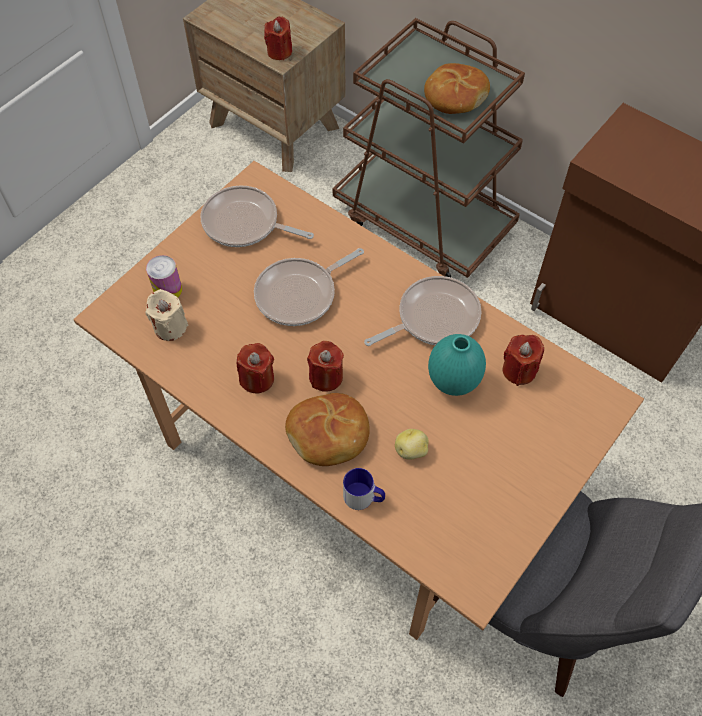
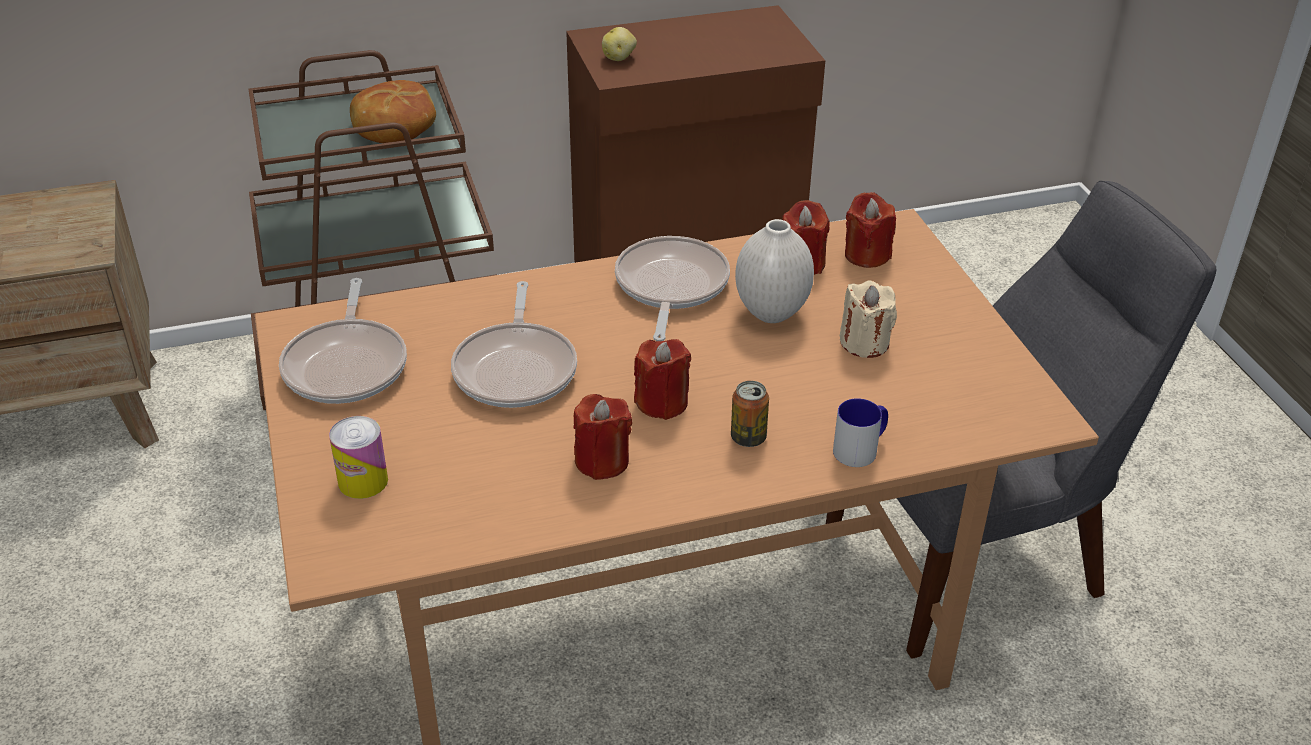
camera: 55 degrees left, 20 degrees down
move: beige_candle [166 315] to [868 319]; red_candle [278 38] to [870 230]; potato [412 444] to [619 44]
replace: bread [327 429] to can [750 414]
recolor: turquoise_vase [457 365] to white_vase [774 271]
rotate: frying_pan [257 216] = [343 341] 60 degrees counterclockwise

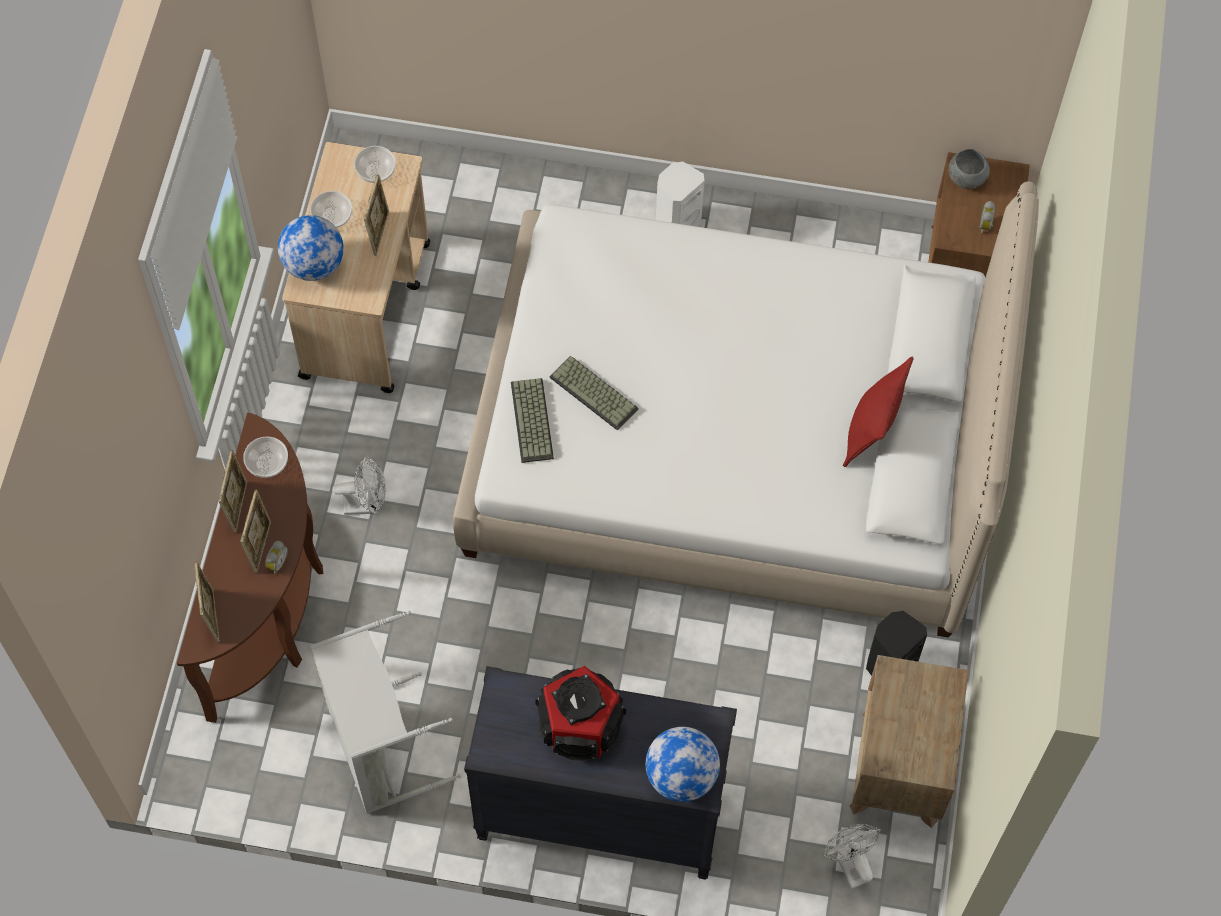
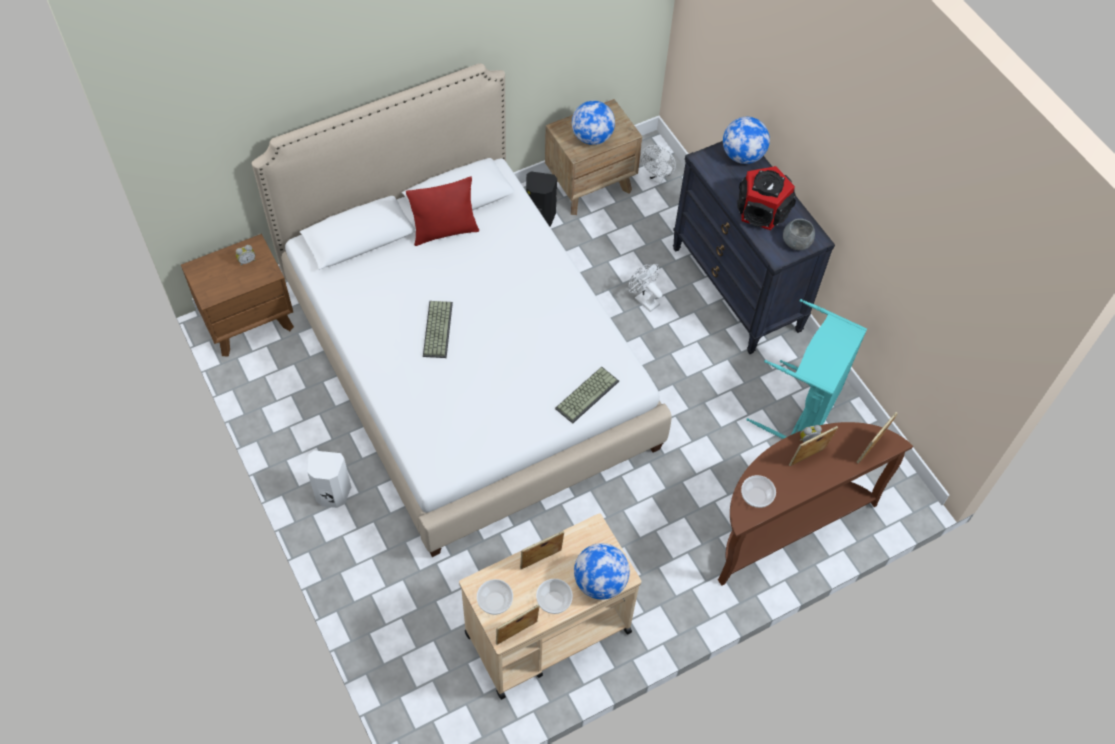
camera: 130 degrees left, 5 degrees down
insert: globe [593 123]
move: picture_frame [233 491] to [518 624]; white_fan [359 486] to [645 288]; keyboard [594 393] to [438 329]; grey_bowl [969 169] to [799 234]
recolor: grey_laundry_basket [385 712] to turquoise_laundry_basket [806 369]

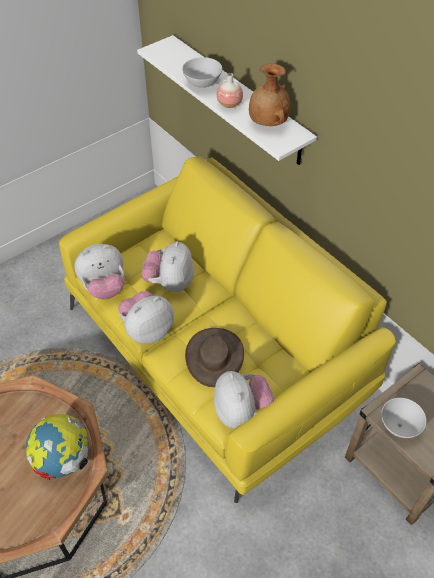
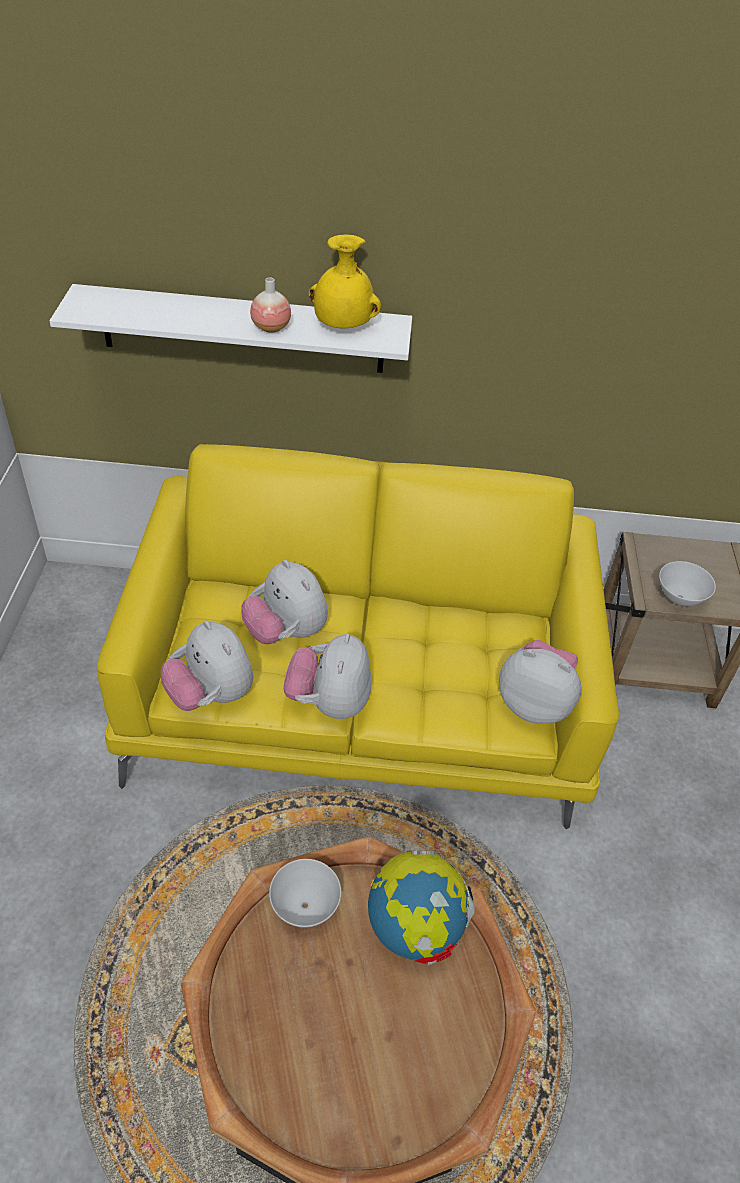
camera: 50 degrees left, 5 degrees down
delete: brown_hat [214 357]
move: white_bowl [202 72] to [305 893]
recolor: brown_vase [269 94] to yellow_vase [345 281]
rotate: plush_toy [99 271] = [207 666] 120 degrees clockwise

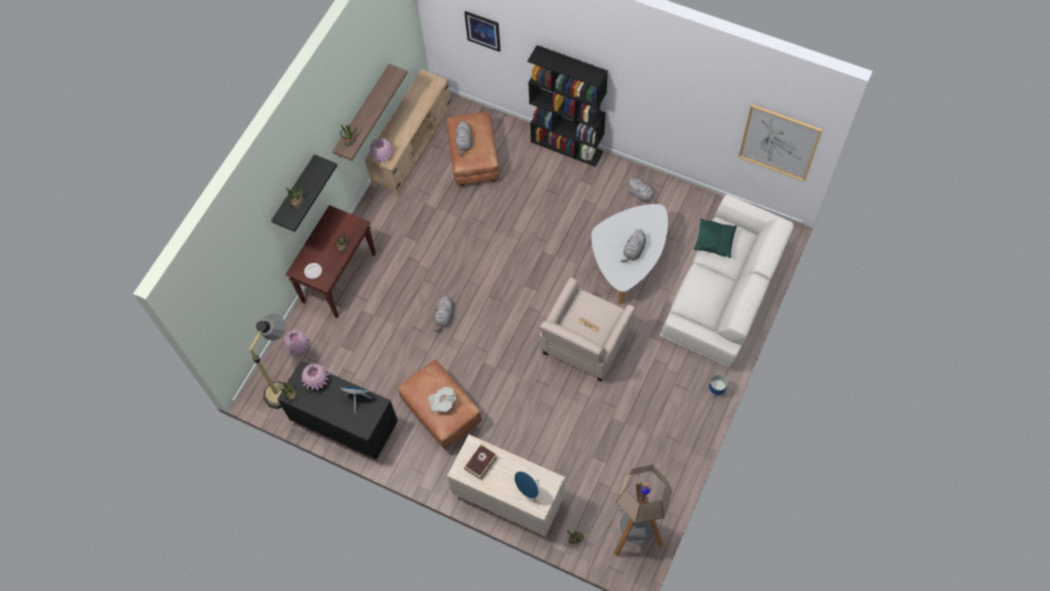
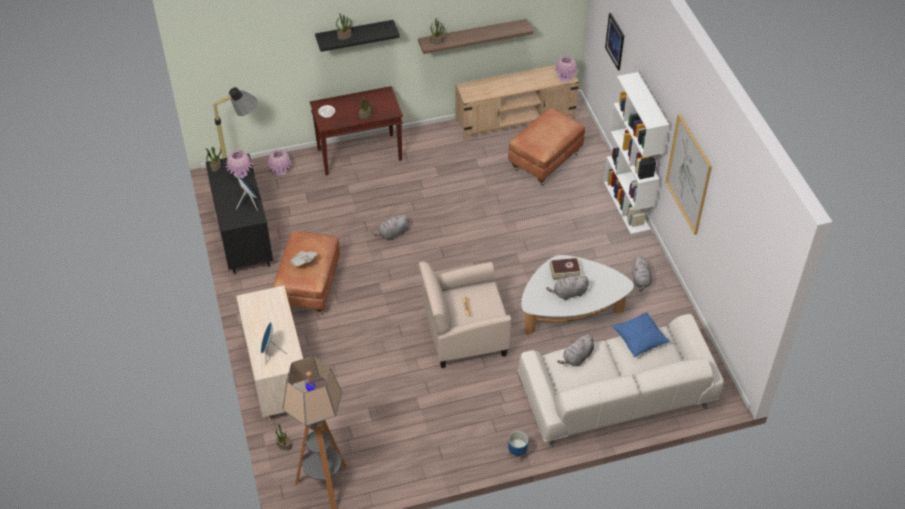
camera: 45 degrees right, 15 degrees down
move: pink_vase [381 149] to [566 69]; grey_plush_toy [464 138] to [575 350]; book [480 462] to [565 269]; picture [781 143] to [688 174]
recolor: black_bookcase [567 106] to white_bookcase [636 153]; green_pillow [715 238] to blue_pillow [641 334]

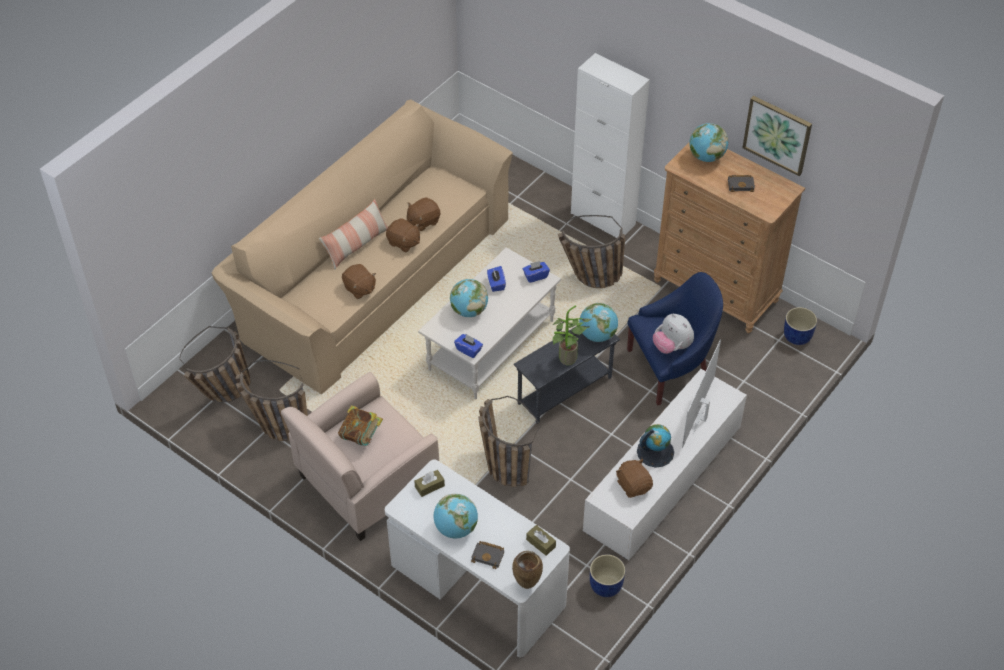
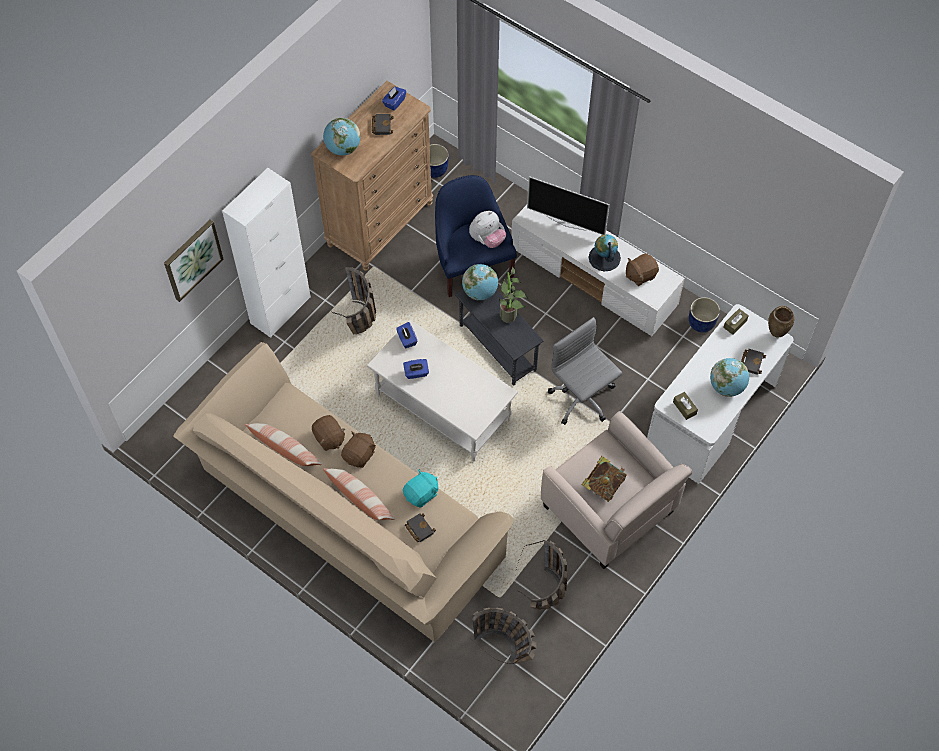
camera: 90 degrees left, 10 degrees up
delete: globe [469 298]
insert: pillow [283 444]; black_book [420 527]
move: blue_tissue_box [468 346] to [394 99]; picture [777 136] to [194 261]
replace: basket [509 441] to grey_office_chair [585 371]
recolor: brown_plush_toy [359 281] to turquoise_plush_toy [420 488]

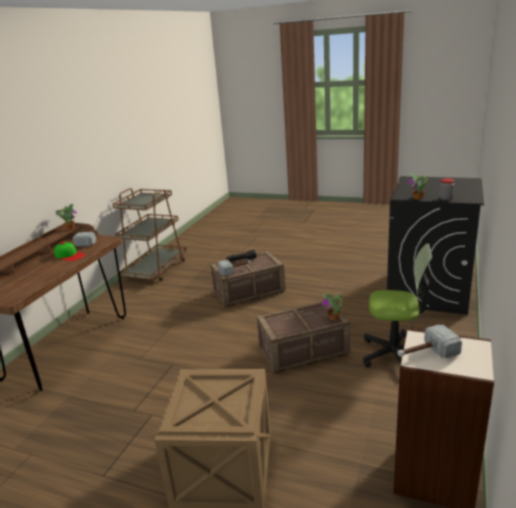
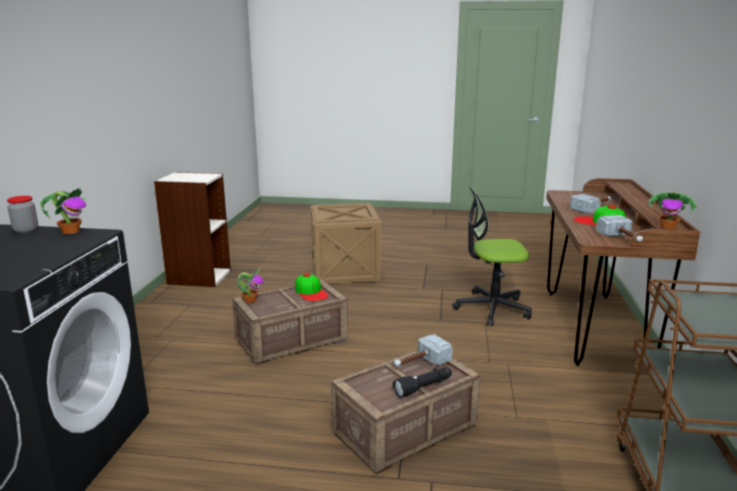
camera: 165 degrees right, 5 degrees down
insert: cap [312 287]
move: office_chair [397 305] to [492 255]; hammer [429 341] to [591 204]

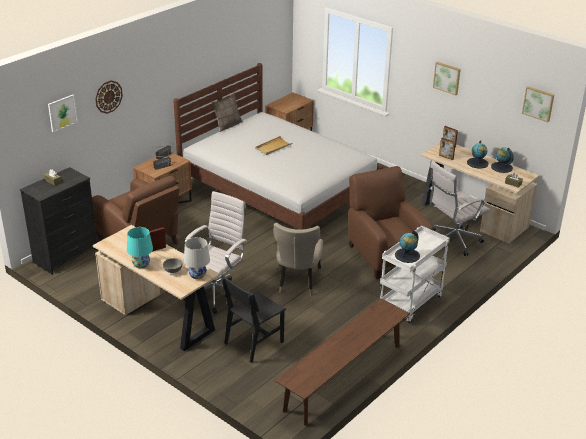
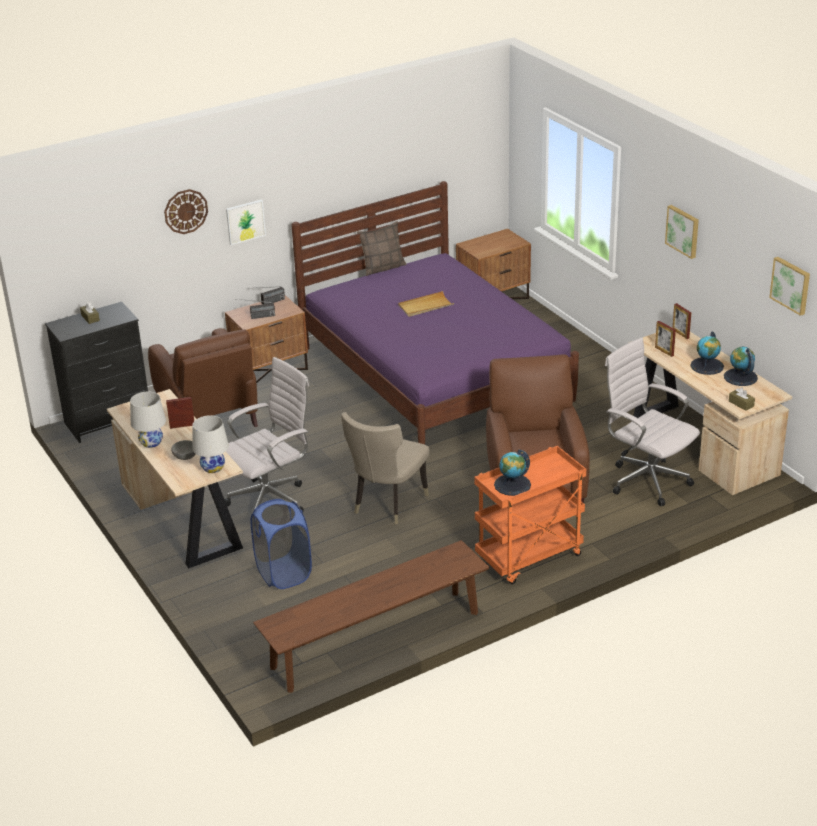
camera: 20 degrees right, 0 degrees up
move: picture [63 113] to [246 222]
replace: black_chair [253 318] to blue_laundry_basket [281 544]
recolor: turquoise_table_lamp [140 247] to white_table_lamp [148 419]; white_bed [278 146] to purple_bed [435 312]; white_cart [415 274] to orange_cart [530 515]
rotate: white_office_chair [459 208] = [652 421] 60 degrees clockwise

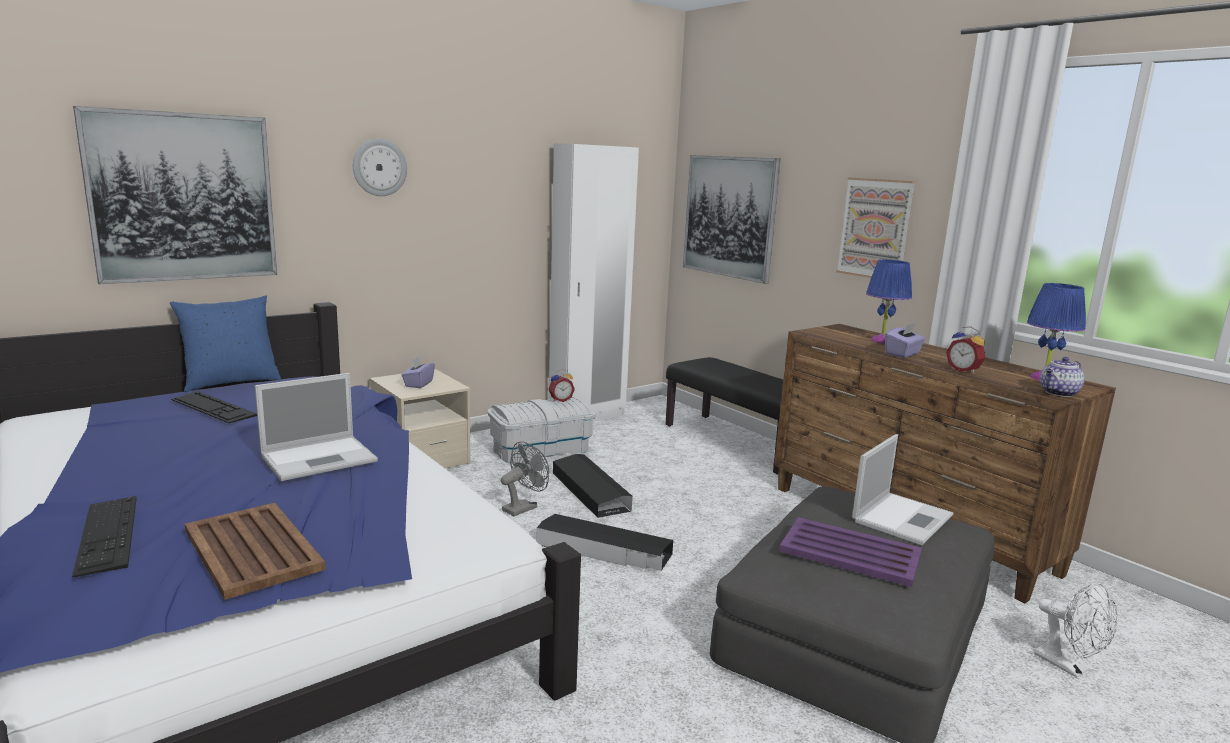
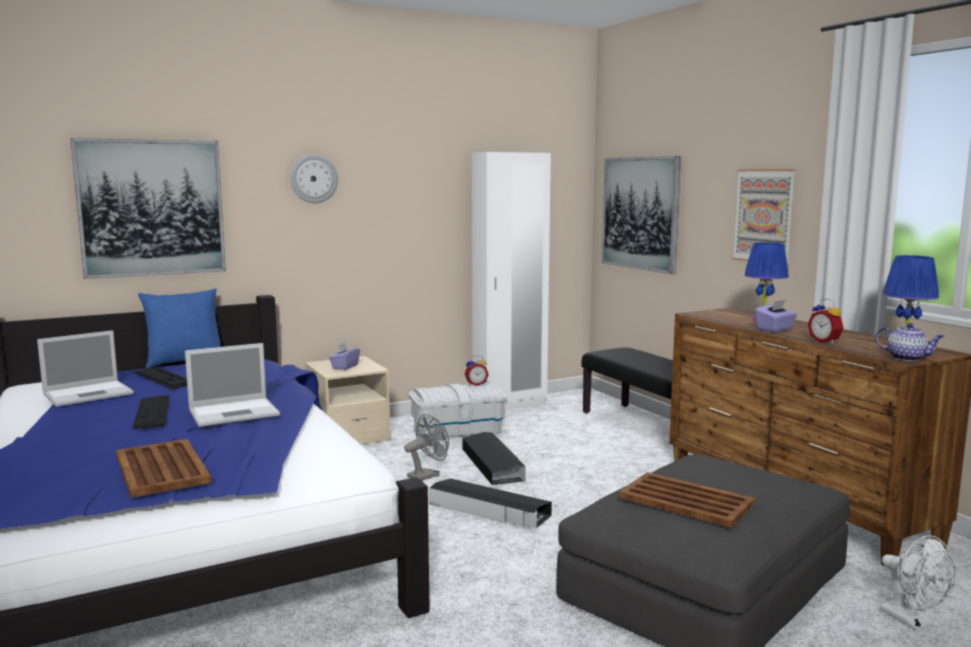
camera: 10 degrees right, 5 degrees down
move: keyboard [104 537] to [150 412]; laptop [903 489] to [85 368]
recolor: purple_tray [850 552] to brown_tray [686 500]
rotate: teapot [1062 377] = [909 342] 120 degrees counterclockwise

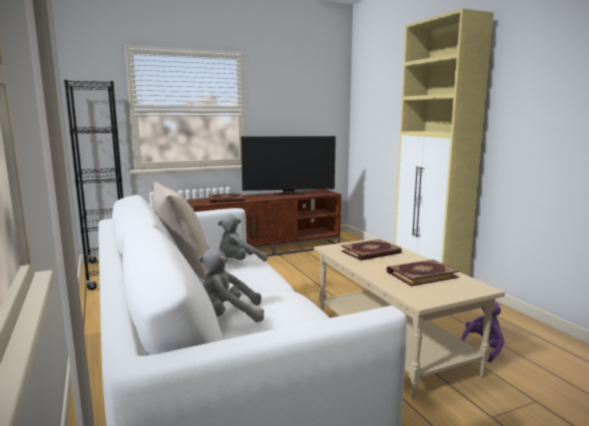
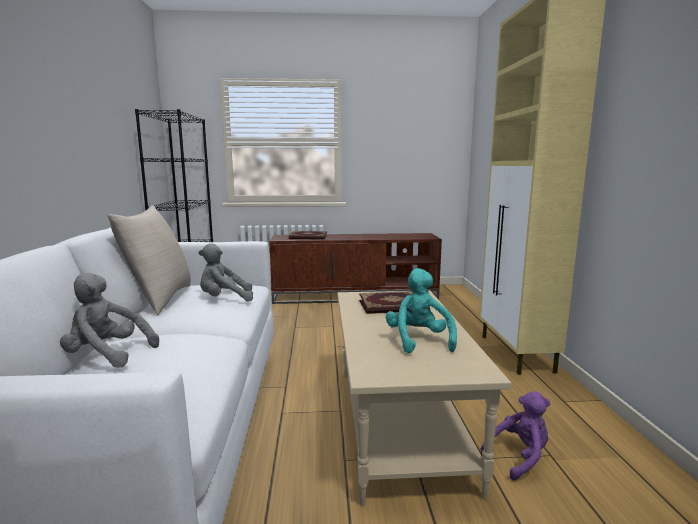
camera: 20 degrees right, 0 degrees up
delete: television [288 165]
replace: book [423 272] to turquoise_plush_toy [421 310]

